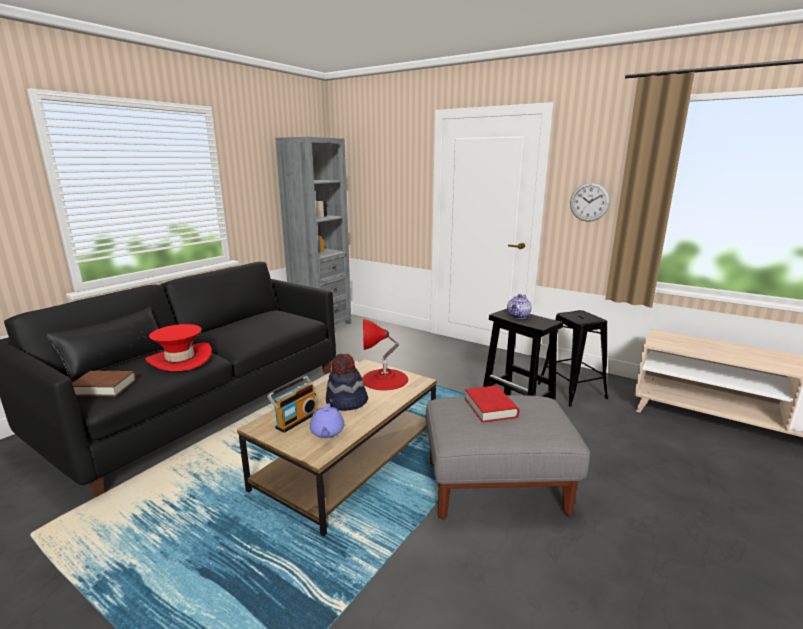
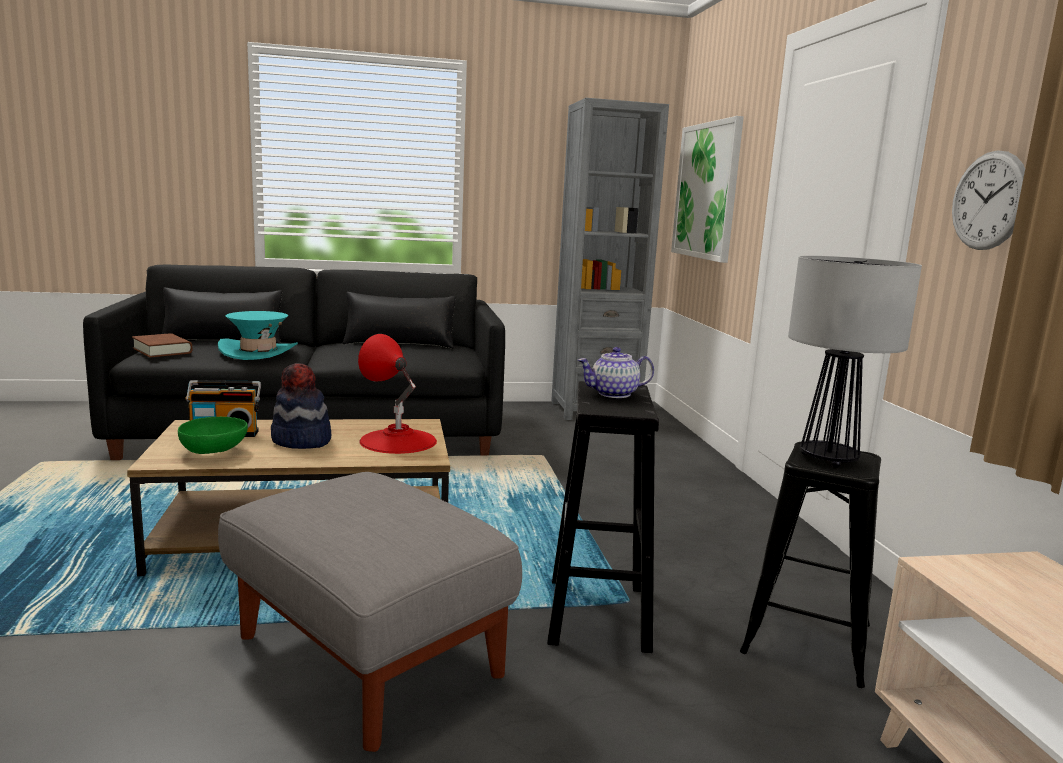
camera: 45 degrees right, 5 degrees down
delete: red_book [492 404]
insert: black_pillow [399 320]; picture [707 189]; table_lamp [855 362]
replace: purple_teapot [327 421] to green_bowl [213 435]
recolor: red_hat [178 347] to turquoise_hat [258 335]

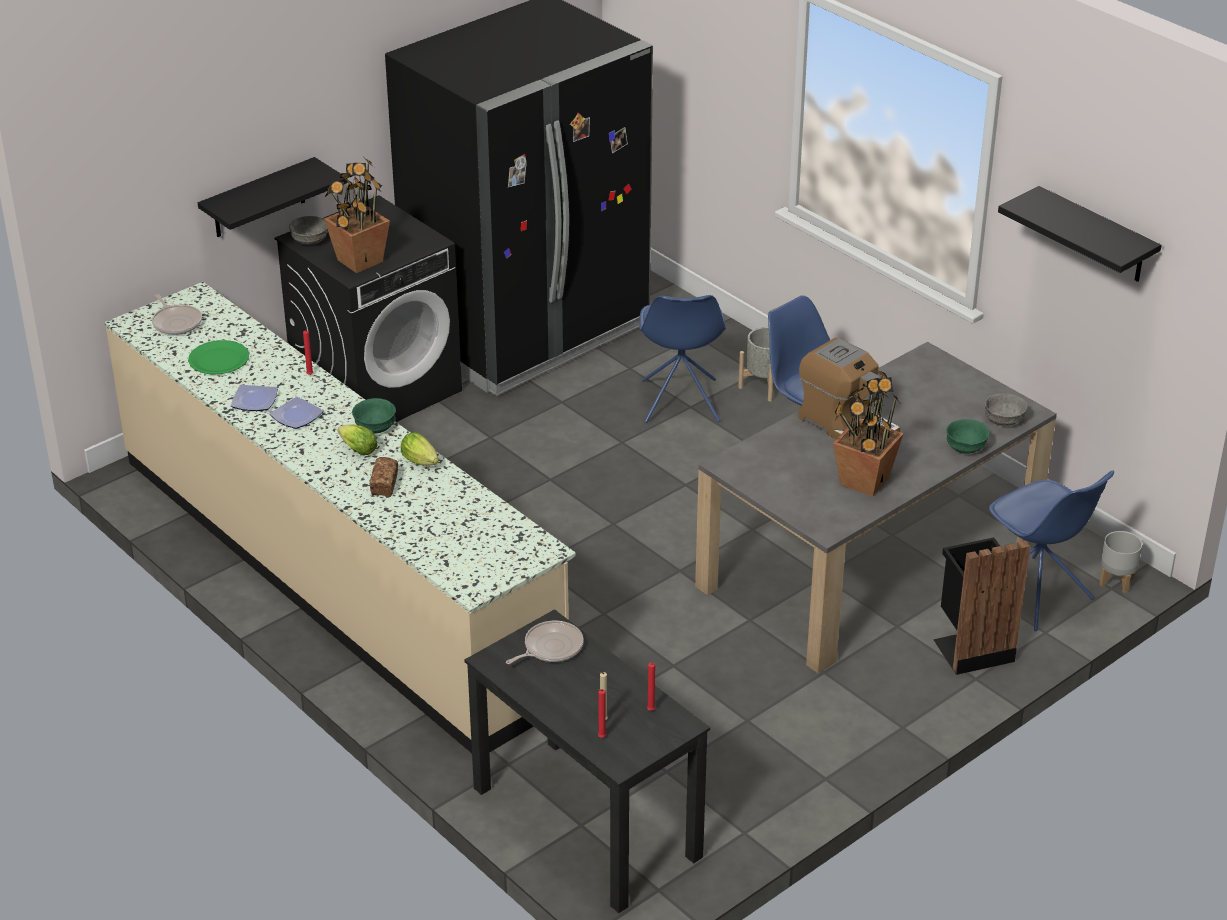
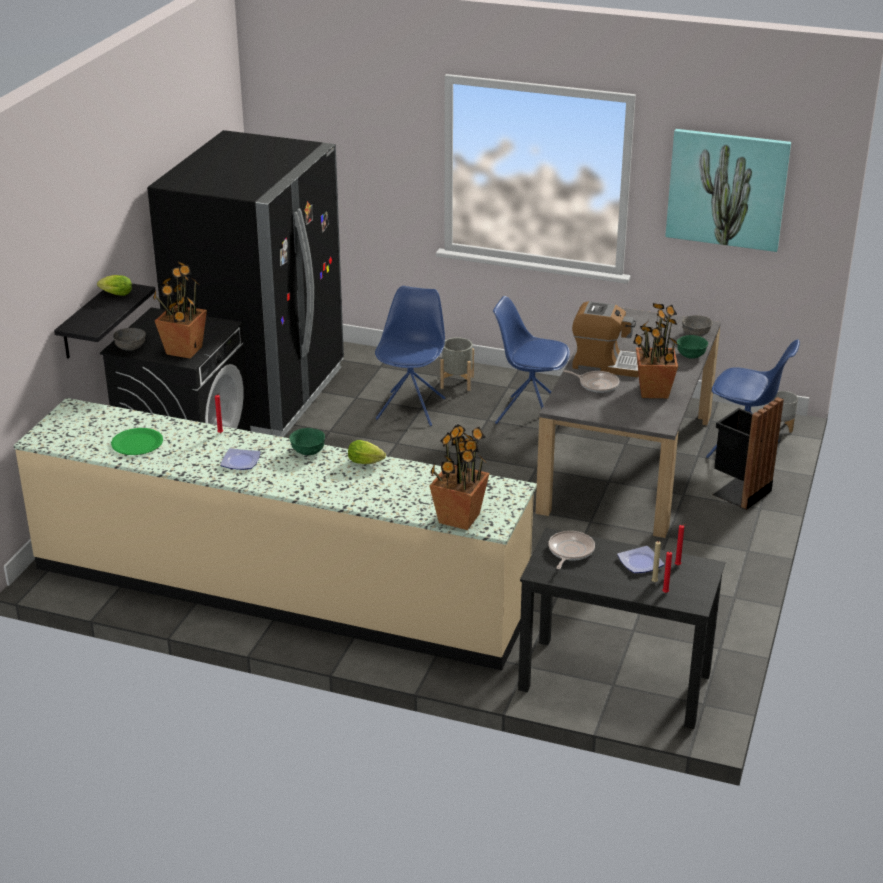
camera: 30 degrees left, 5 degrees down
delete: bread [384 476]
insert: potted_plant [459 477]
move: frying_pan [177 314] to [591 381]; plate [254 398] to [641 559]; lettuce [358 439] to [114 285]
replace: black_shelf [1079 234] to picture [728 190]
rotate: blue_chair [682 359] = [410 356] 135 degrees counterclockwise

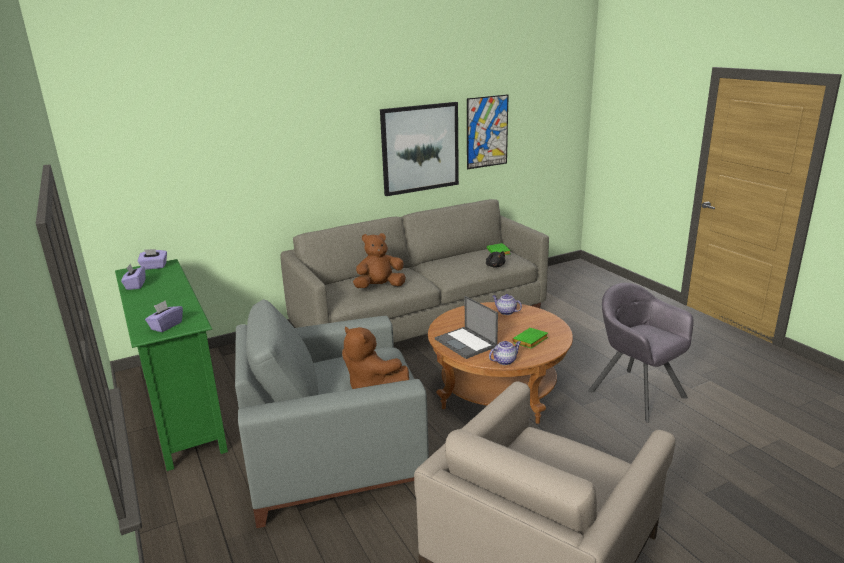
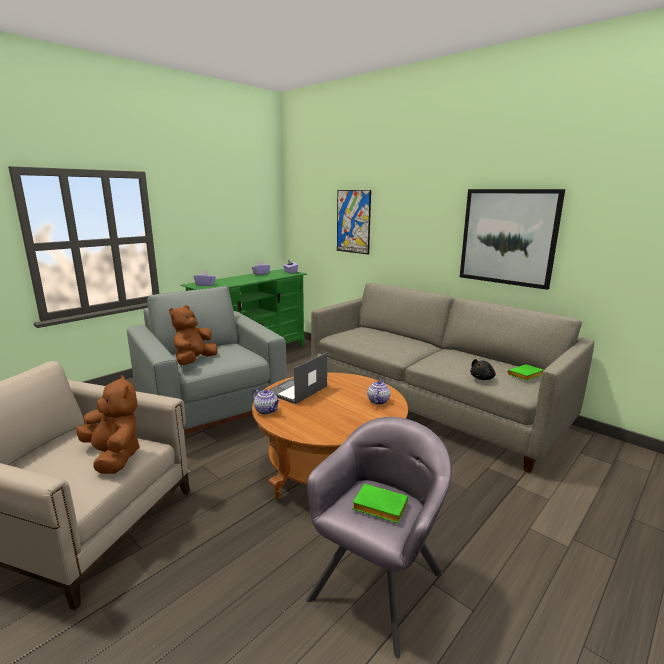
camera: 70 degrees right, 5 degrees down
move: brown_plush_toy [379 260] to [108 424]; picture [487 131] to [354 222]; green_book [530 338] to [380 503]

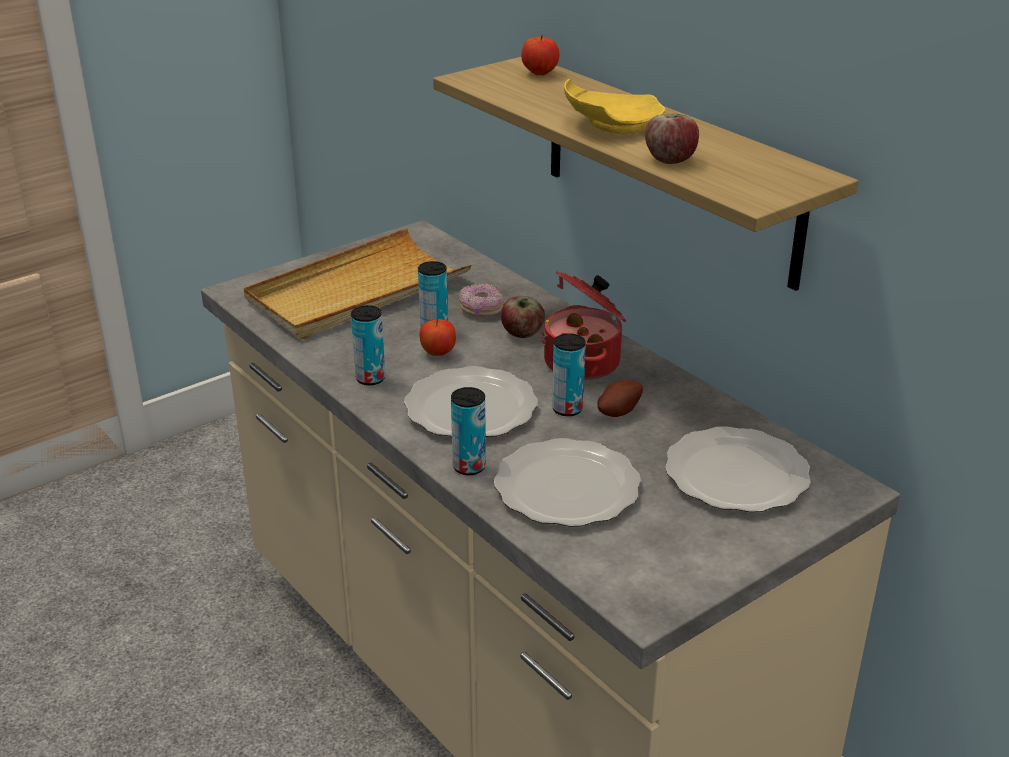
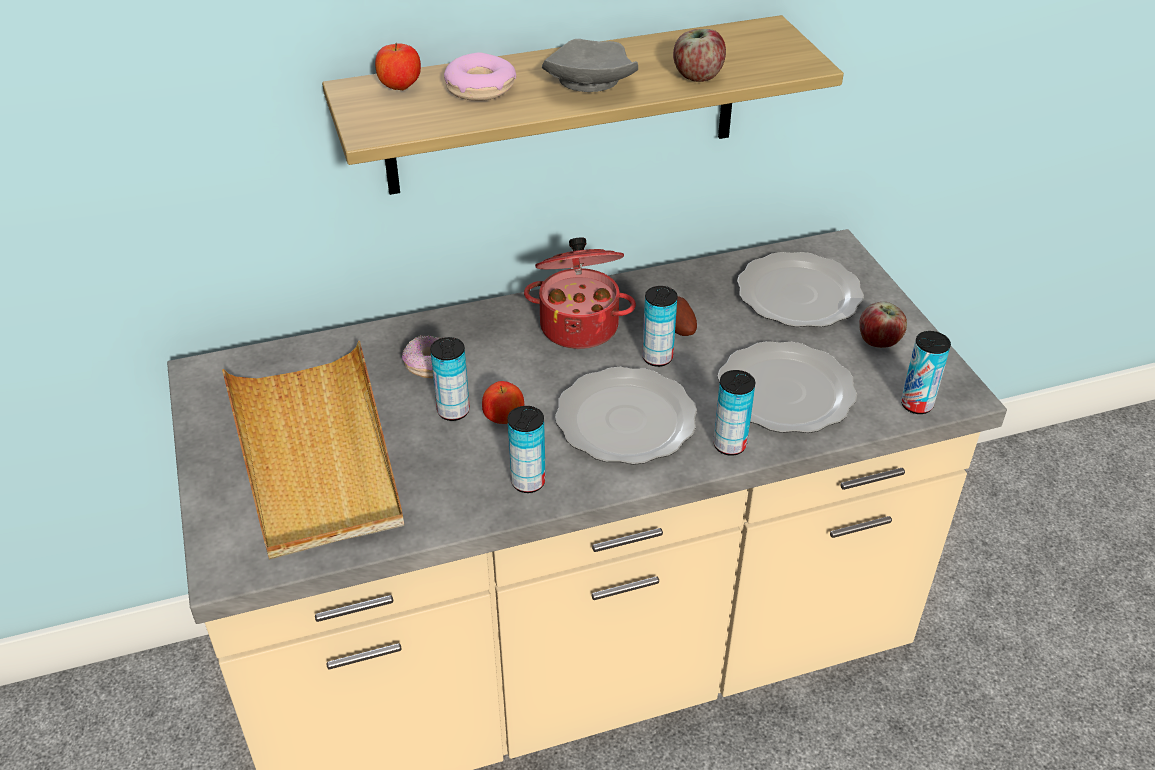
camera: 70 degrees left, 10 degrees up
insert: donut [480 76]; can [926 372]
move: apple [523 317] to [883 325]
recolor: yellow_plate [615 106] to grey_plate [590 65]

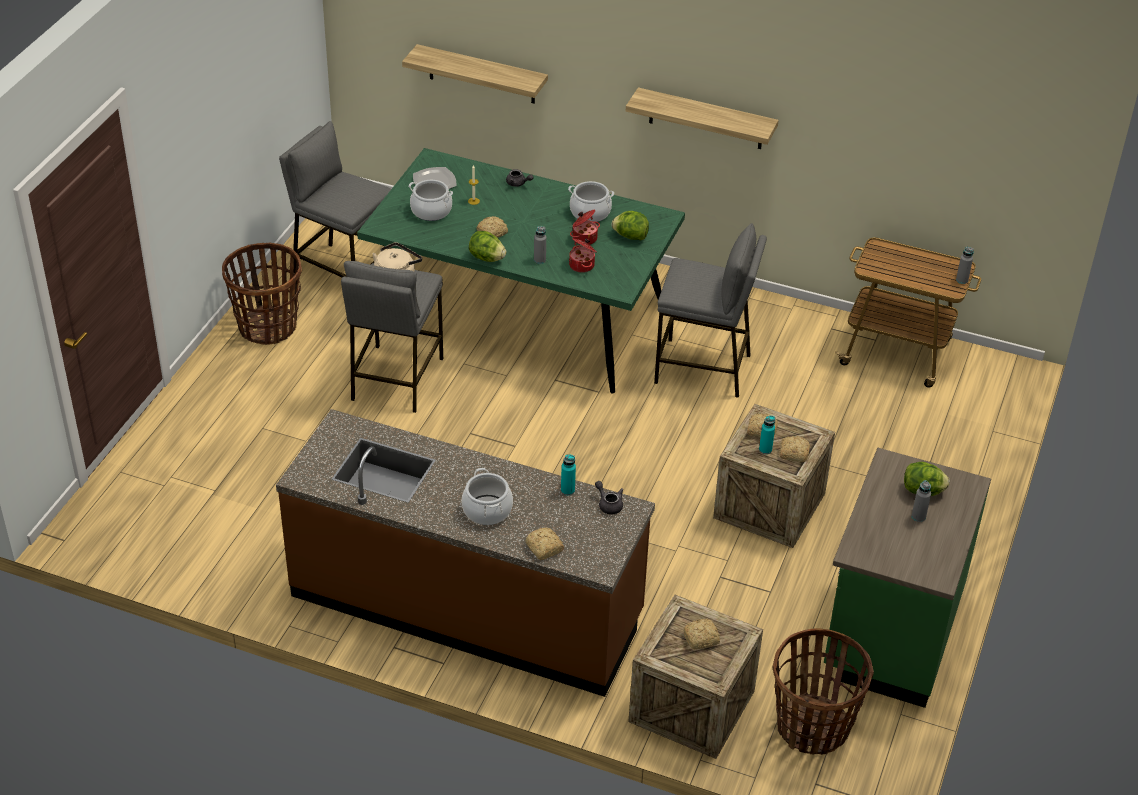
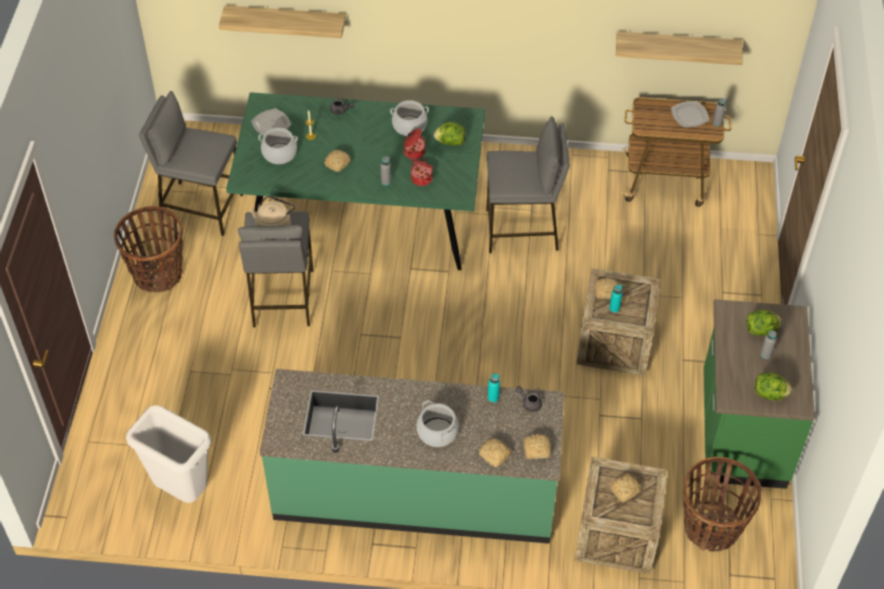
camera: 15 degrees left, 10 degrees up
insert: white_trash_can [168 454]; plate [690 114]
move: lettuce [488 246] to [773 386]; shelf [702 118] to [679 48]; bread [795 449] to [537 446]
recolor: brown_counter [465 553] to green_counter [412 456]

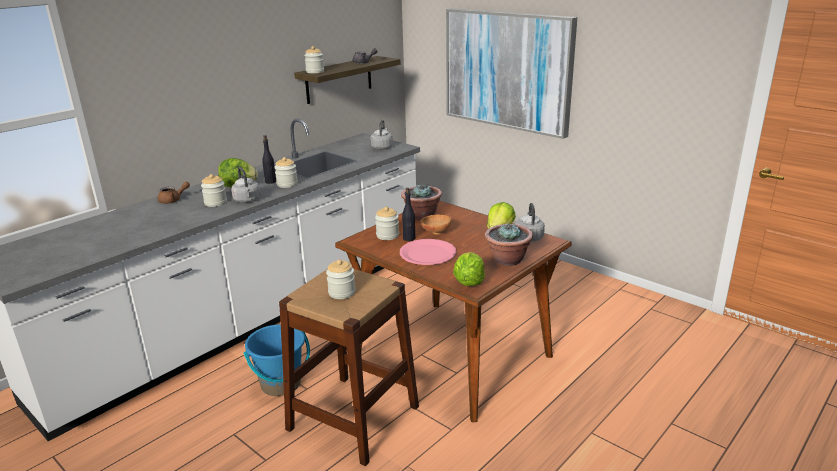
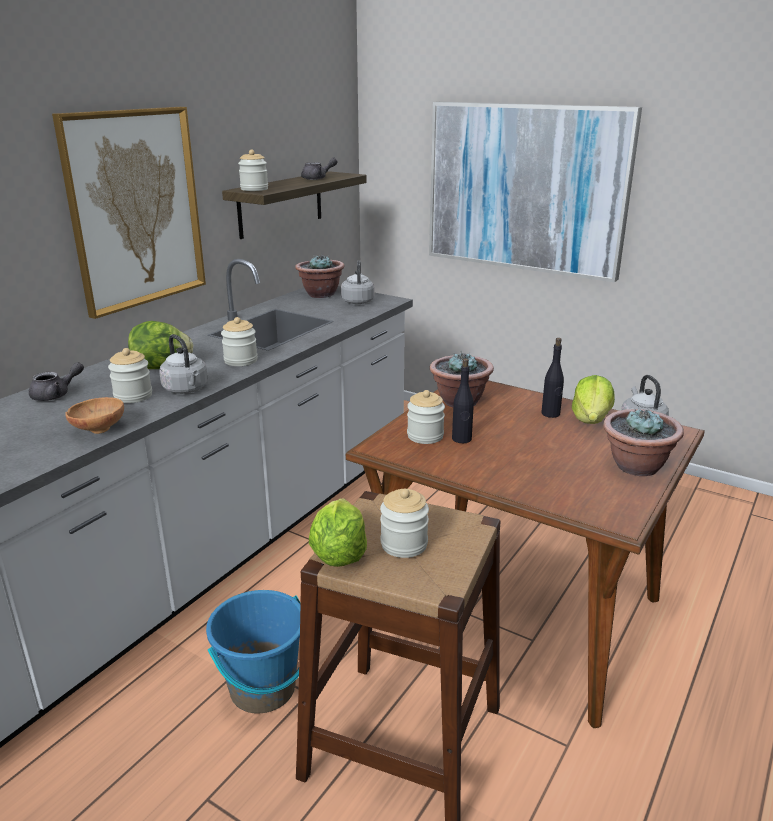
camera: 10 degrees left, 0 degrees up
delete: pink_plate [428 252]
insert: picture [129 213]; potted_plant [320 276]
move: black_bottle [269 159] to [552 378]; brown_bowl [436 224] to [94 415]; lettuce [469 269] to [338 532]
recolor: brown_teapot [173 193] to grey_teapot [56 381]

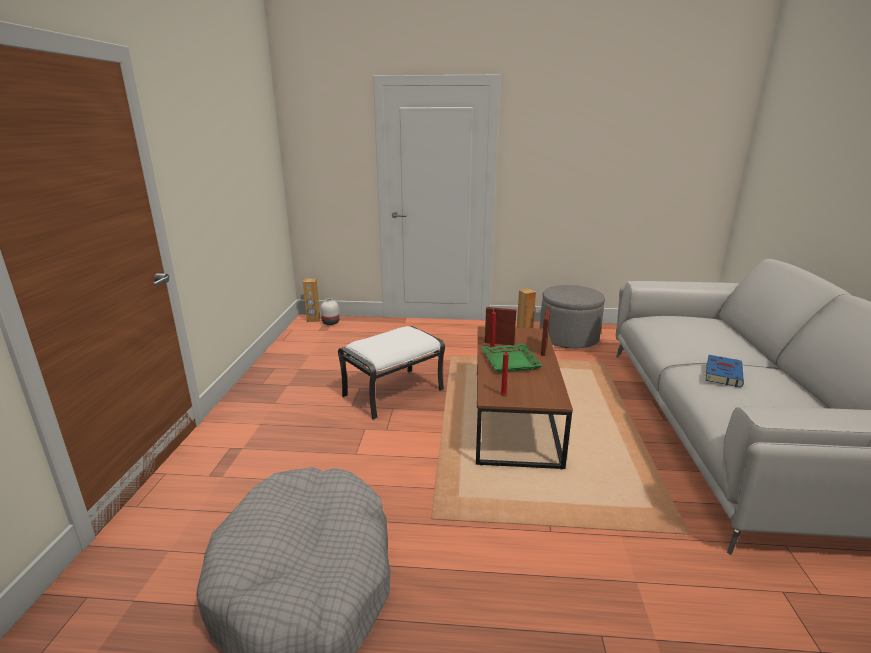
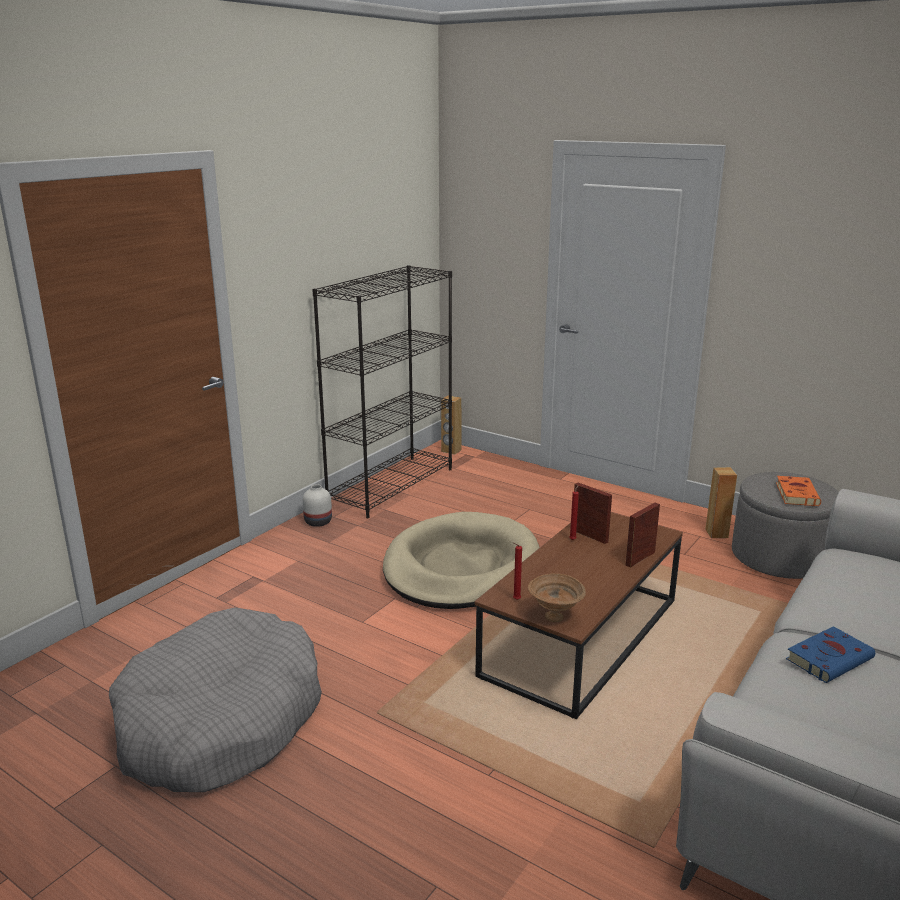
camera: 30 degrees right, 0 degrees up
delete: green_tray [512 358]
insert: black_bookcase [382 392]; brown_bowl [557 597]; orange_book [798 491]
move: white_vase [330 311] to [317 505]
replace: white_ottoman [391 373] to beige_dog_bed [461 560]

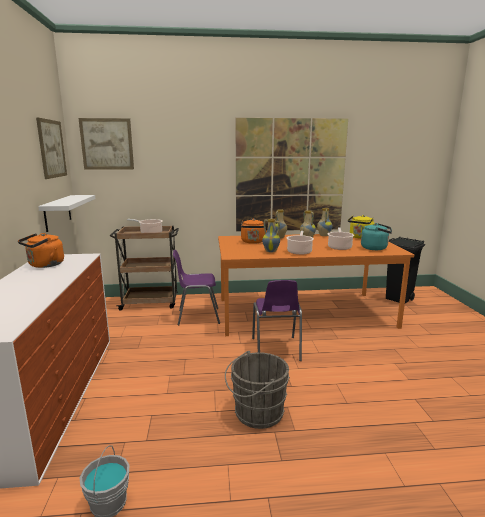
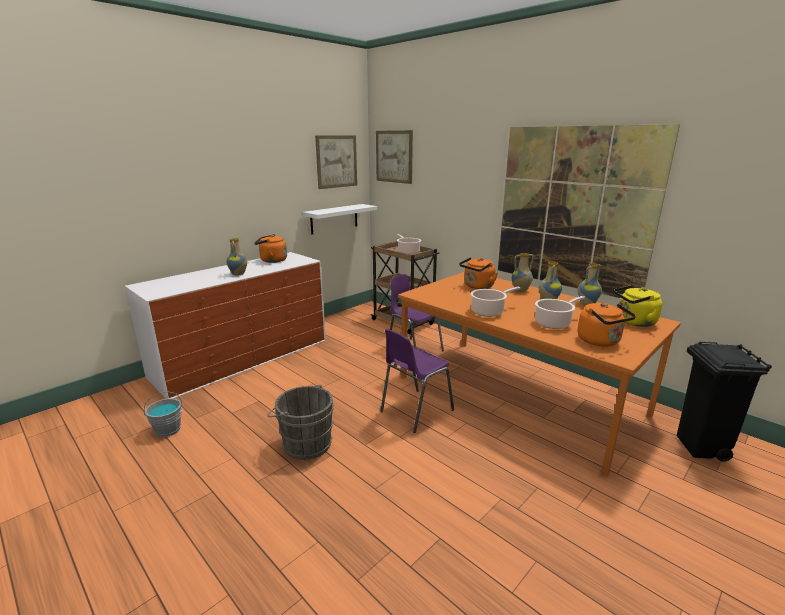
camera: 50 degrees right, 5 degrees up
move: vase [271 236] to [236 256]
recolor: turquoise_kettle [376 236] to orange_kettle [607 325]

